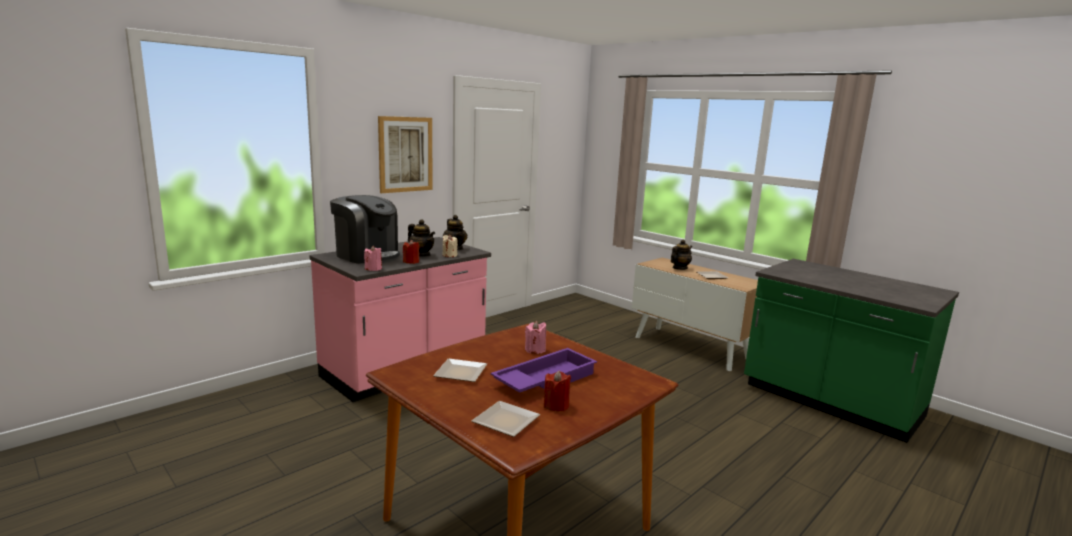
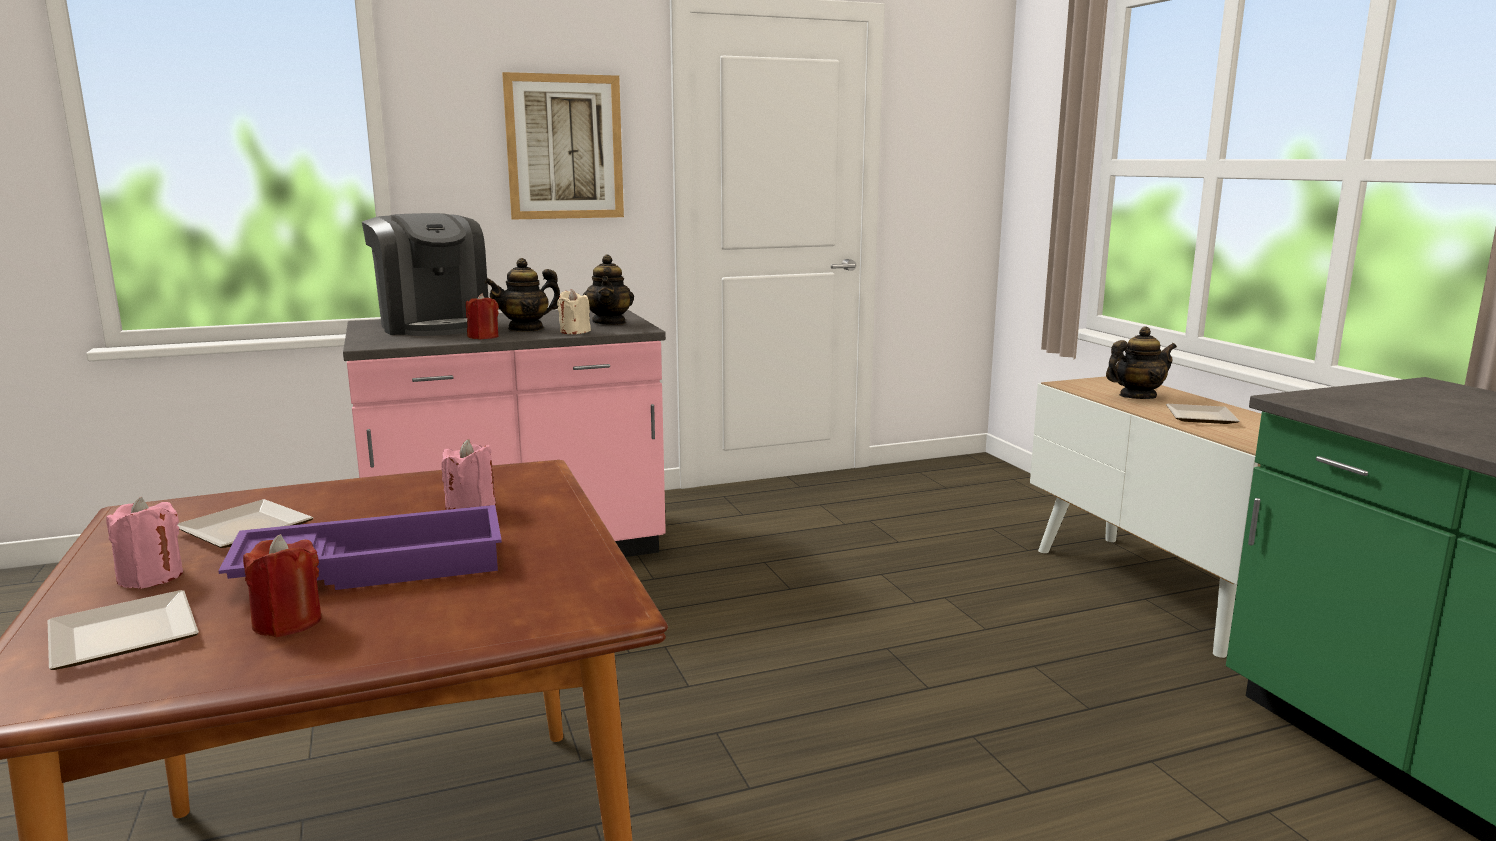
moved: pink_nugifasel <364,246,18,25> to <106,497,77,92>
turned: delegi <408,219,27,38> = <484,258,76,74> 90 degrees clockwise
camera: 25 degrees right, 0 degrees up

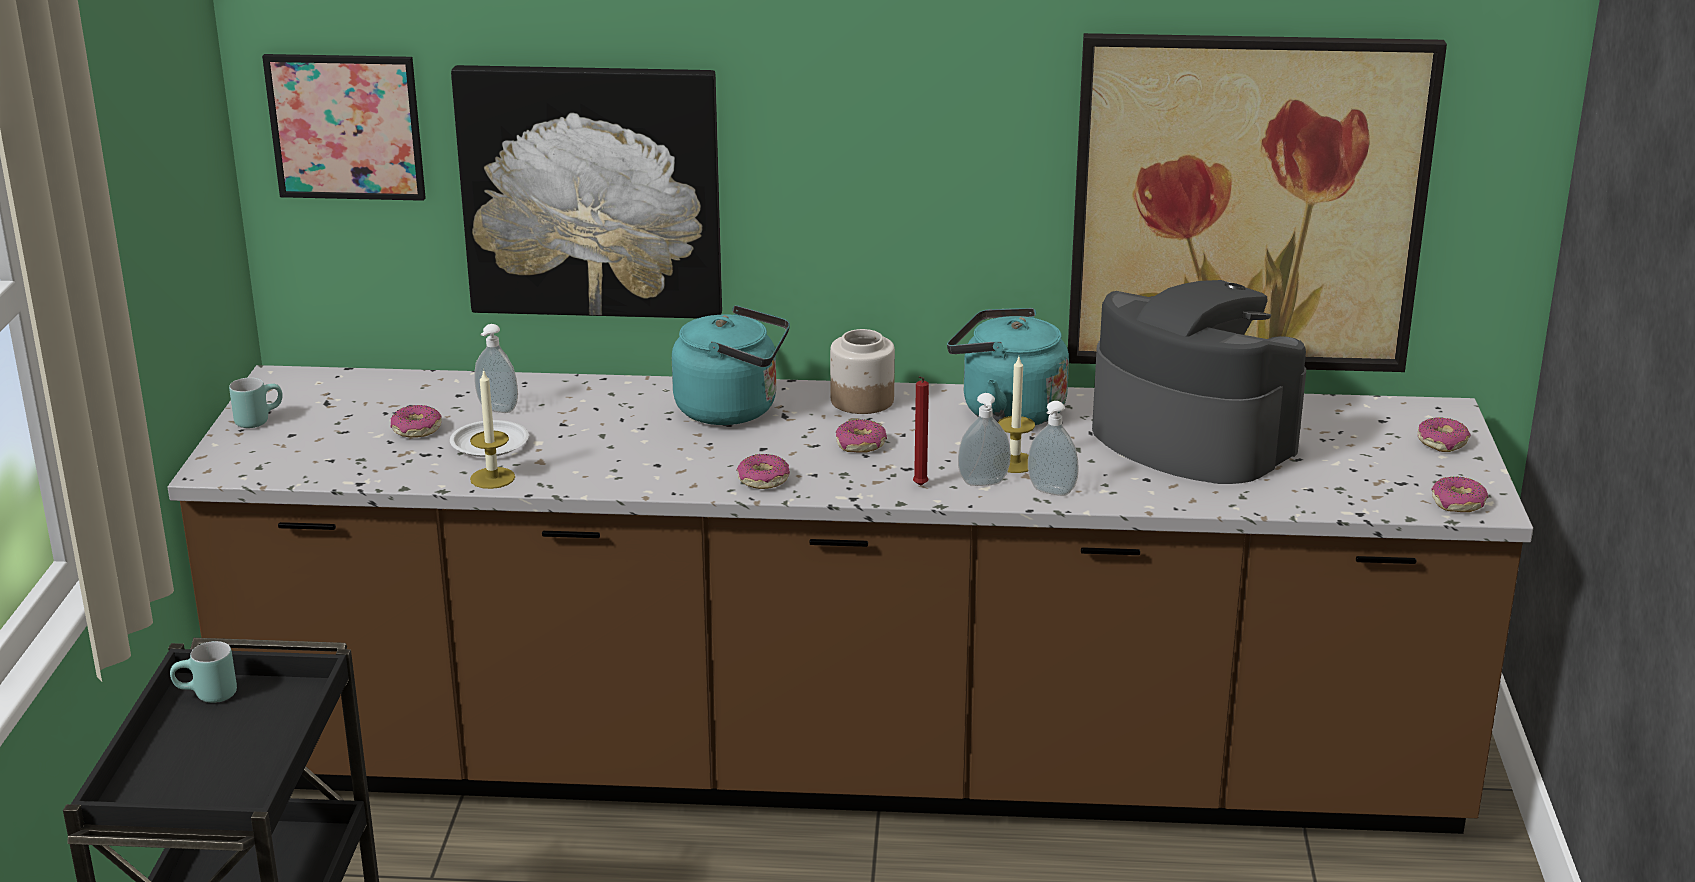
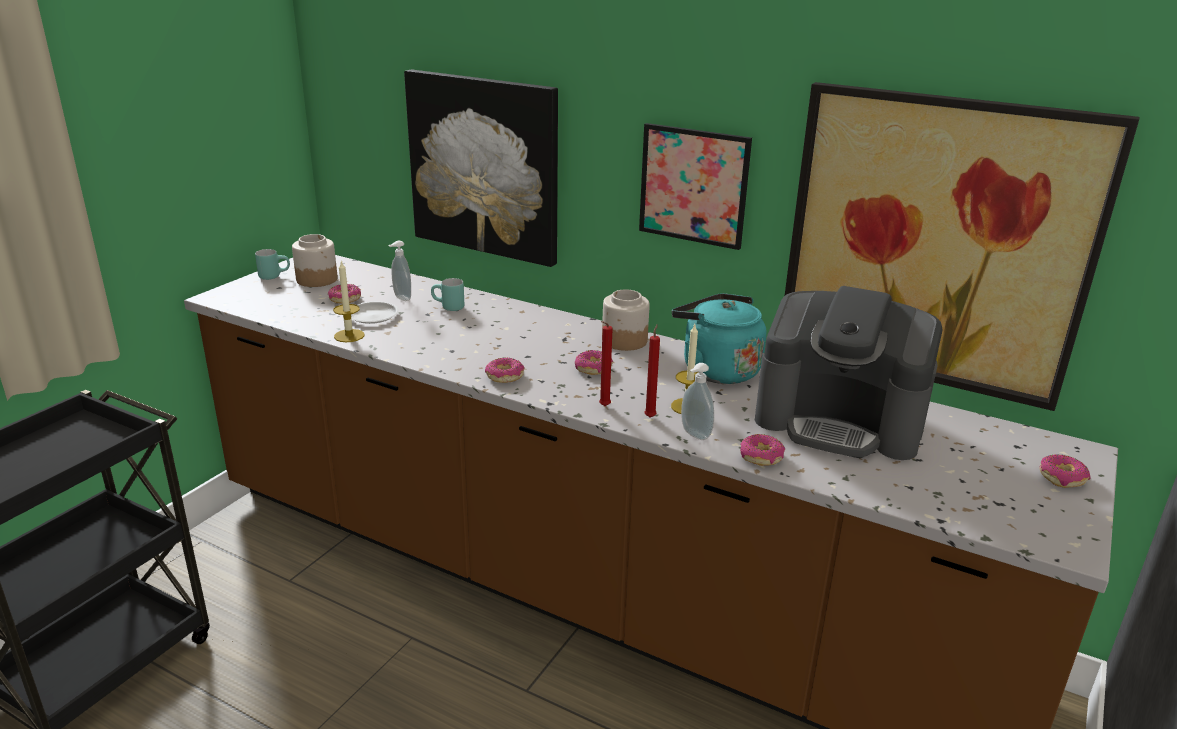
removed: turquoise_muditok <672,305,118,120>
added: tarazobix <292,234,46,53>
moved: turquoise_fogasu <170,641,67,62> to <431,278,33,33>; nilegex <262,54,164,147> to <639,123,113,127>; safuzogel <1431,476,57,36> to <740,434,45,32>
replaced: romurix <958,393,53,93> to red_nugifasel <644,324,16,94>
turned: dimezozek <1092,280,214,204> = <755,286,188,174> 135 degrees clockwise
camera: 25 degrees right, 0 degrees up

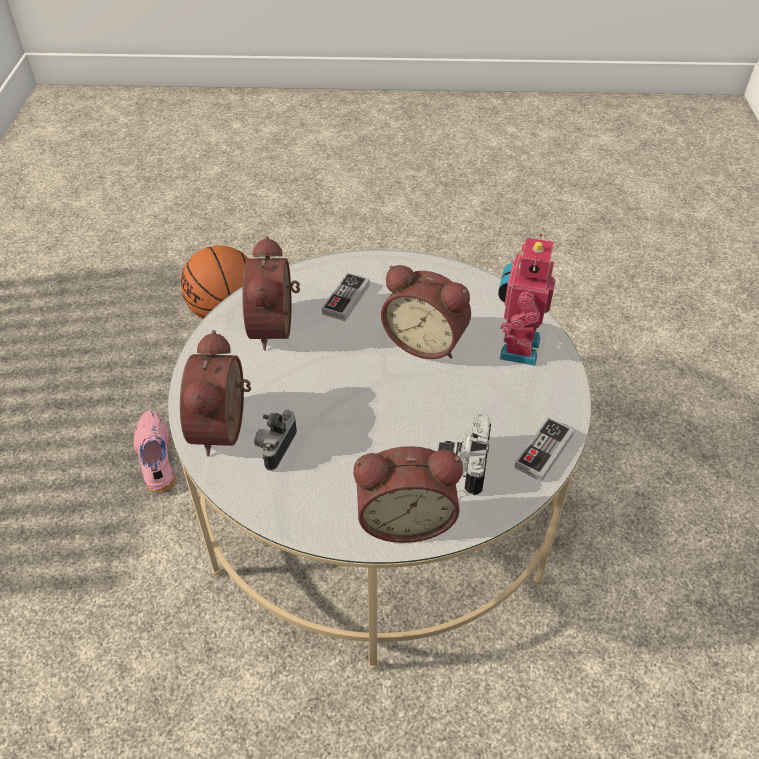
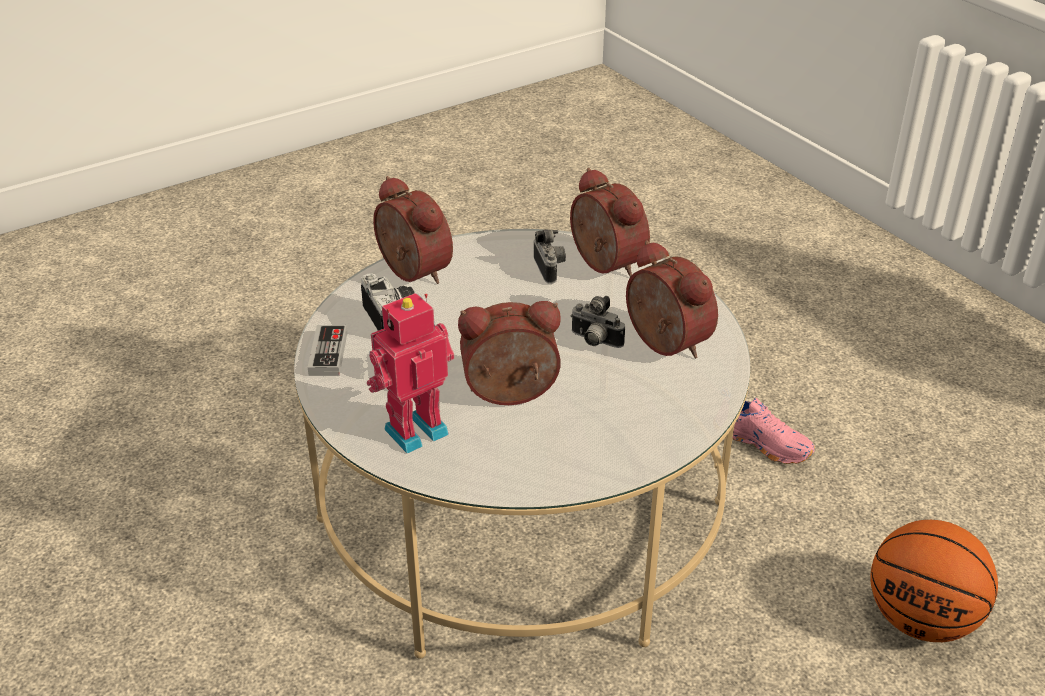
removed: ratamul <322,273,48,48>
added: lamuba <570,296,55,52>
turned: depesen <498,233,57,133> = <367,293,87,160> 105 degrees counterclockwise; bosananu <353,446,110,97> = <373,176,80,108> 90 degrees clockwise
camera: 145 degrees right, 10 degrees down

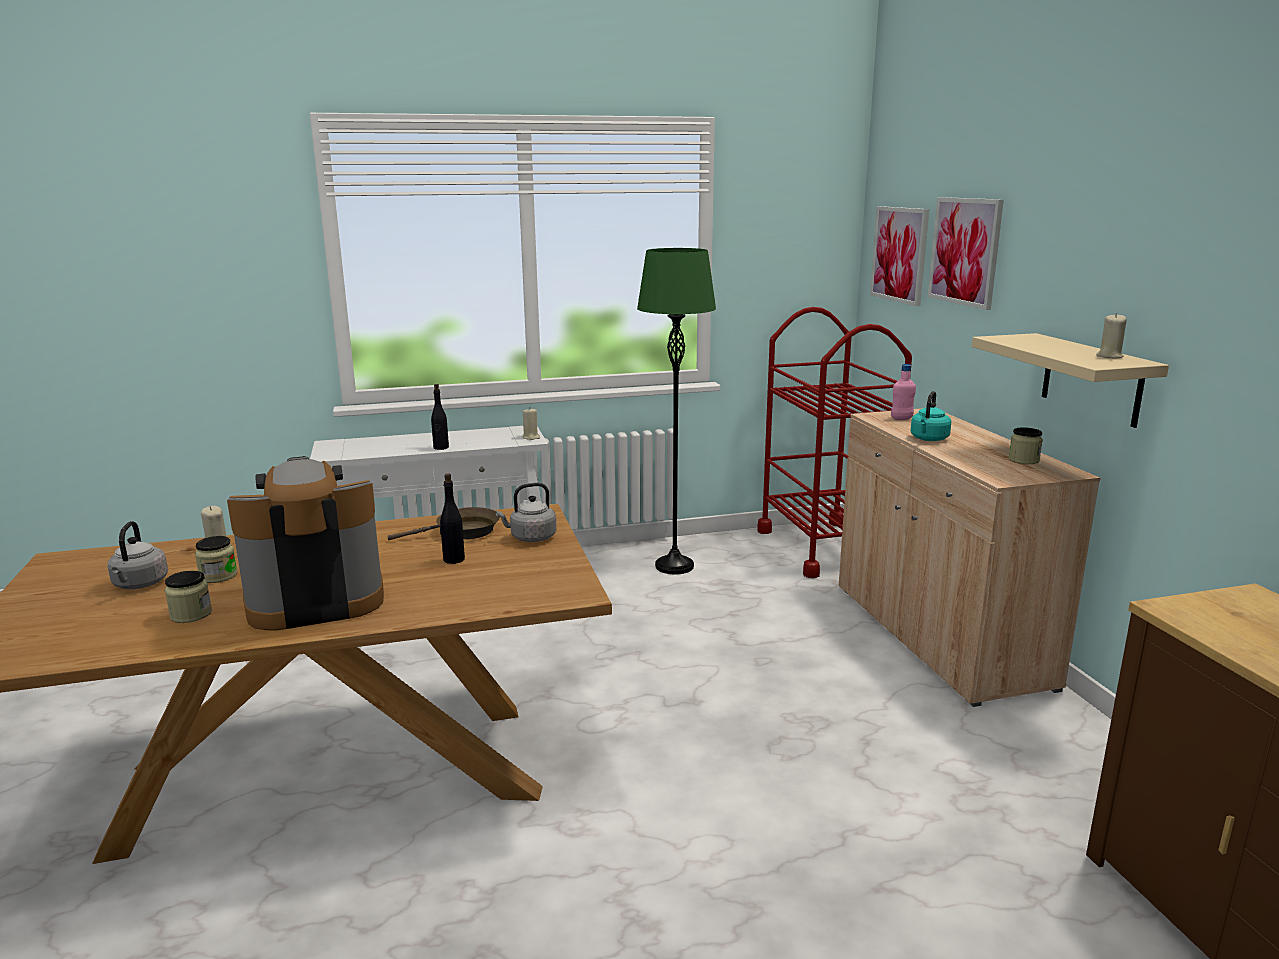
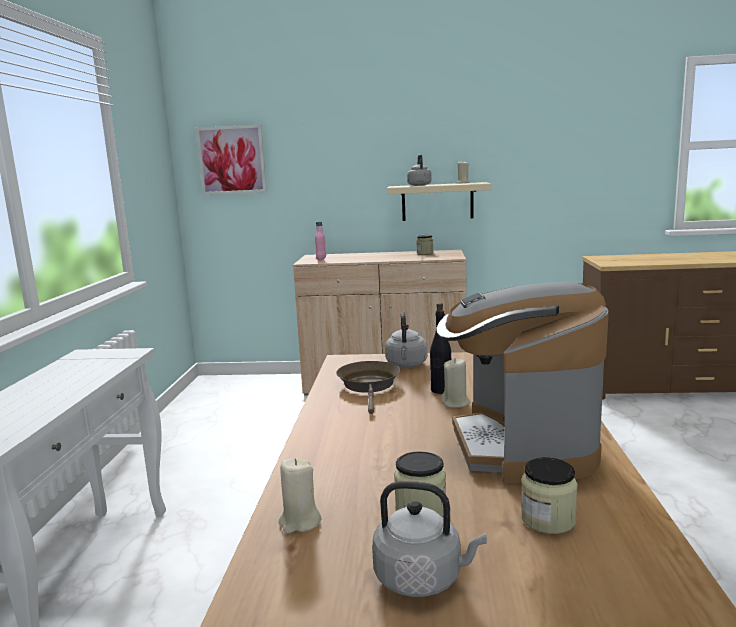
removed: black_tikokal <431,384,18,66>; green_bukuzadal <637,248,79,326>; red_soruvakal <757,307,155,271>; turquoise_muditok <911,391,40,50>; nilegex <928,197,76,113>
added: grey_muditok <407,154,25,32>
moved: beige_nugifasel <522,407,18,33> to <441,358,30,50>
camera: 70 degrees left, 5 degrees down

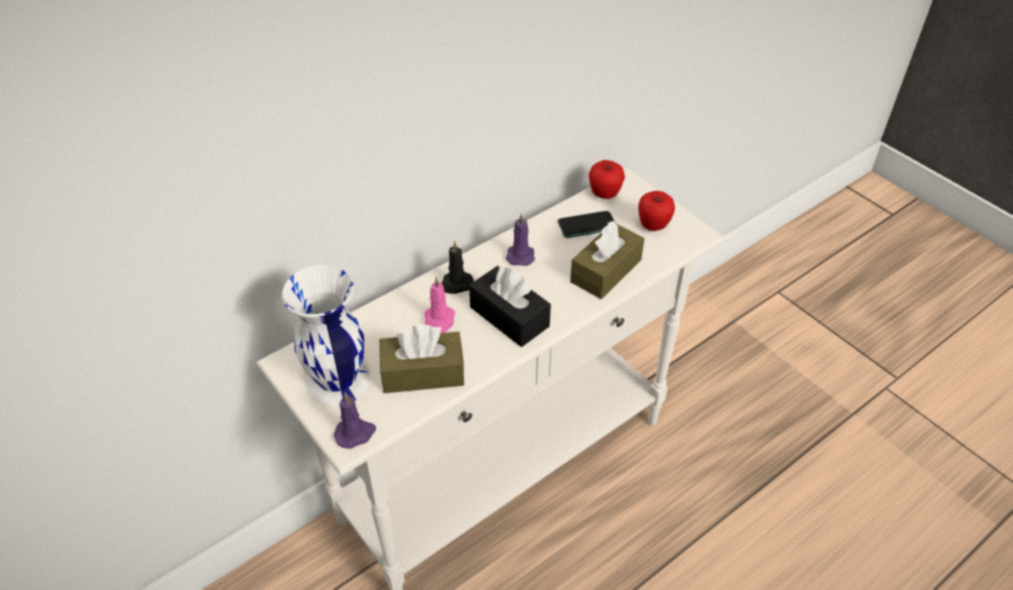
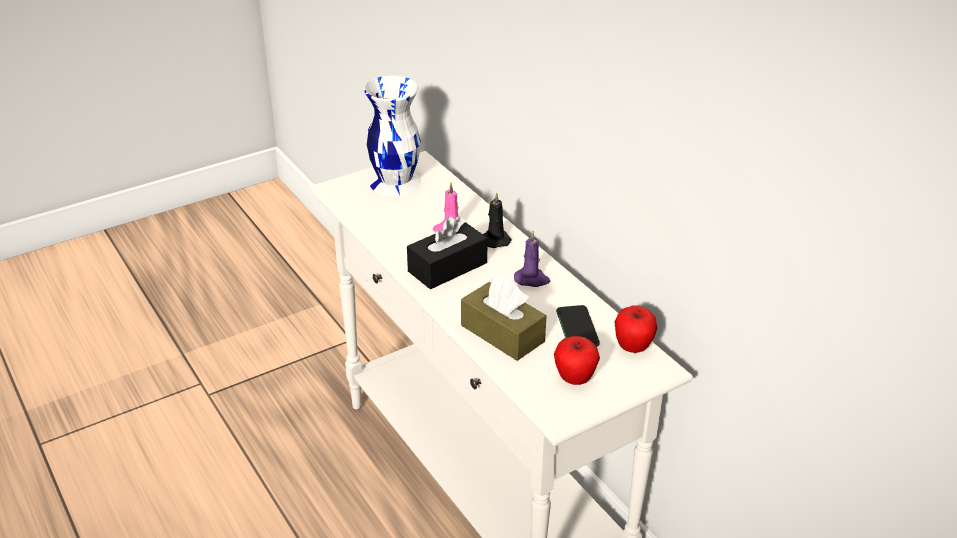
removed: purple_nugifasel <334,392,42,57>; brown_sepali <379,324,86,69>
camera: 95 degrees right, 10 degrees down

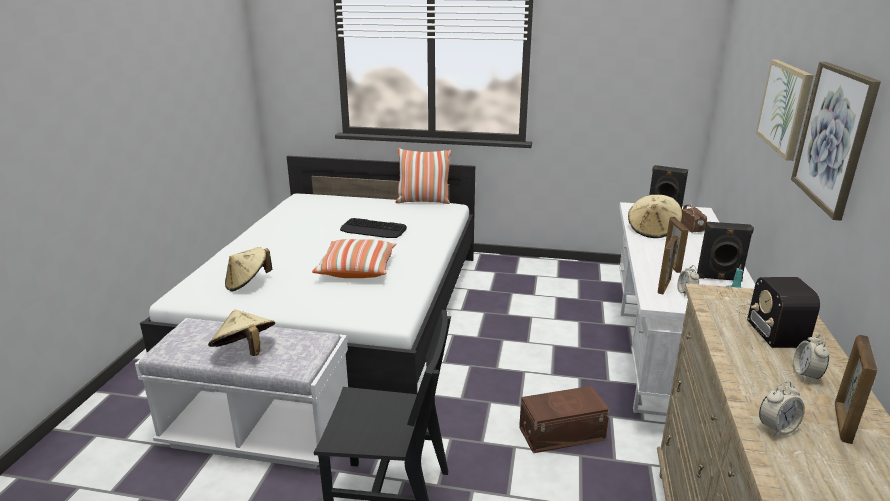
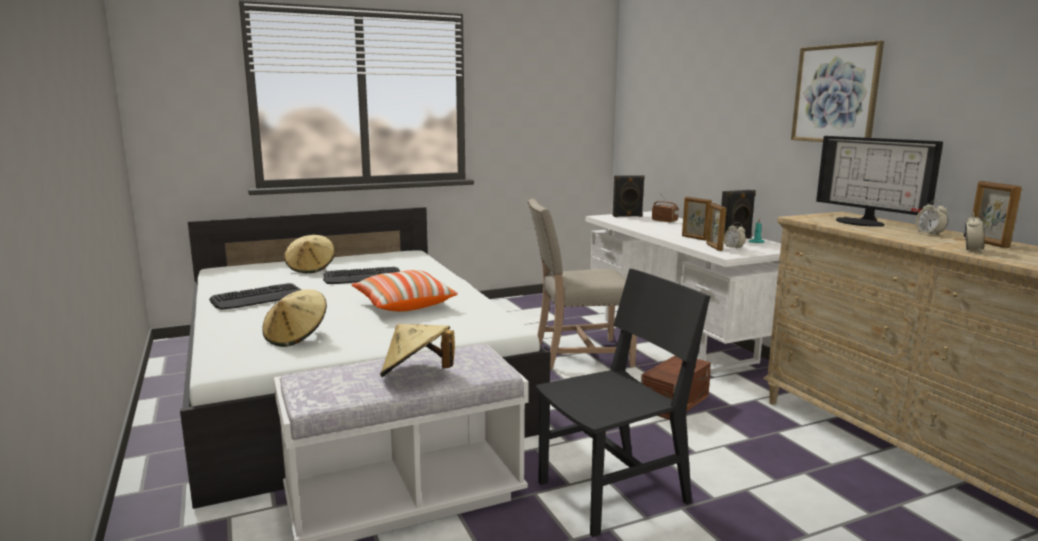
removed: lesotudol <395,148,56,56>; nilegex <756,59,58,102>
added: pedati <209,283,93,27>; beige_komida <528,199,109,170>
moved: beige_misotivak <628,195,54,43> to <284,235,51,38>
replaced: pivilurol <735,277,85,71> to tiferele <816,136,127,91>
camera: 35 degrees left, 10 degrees down

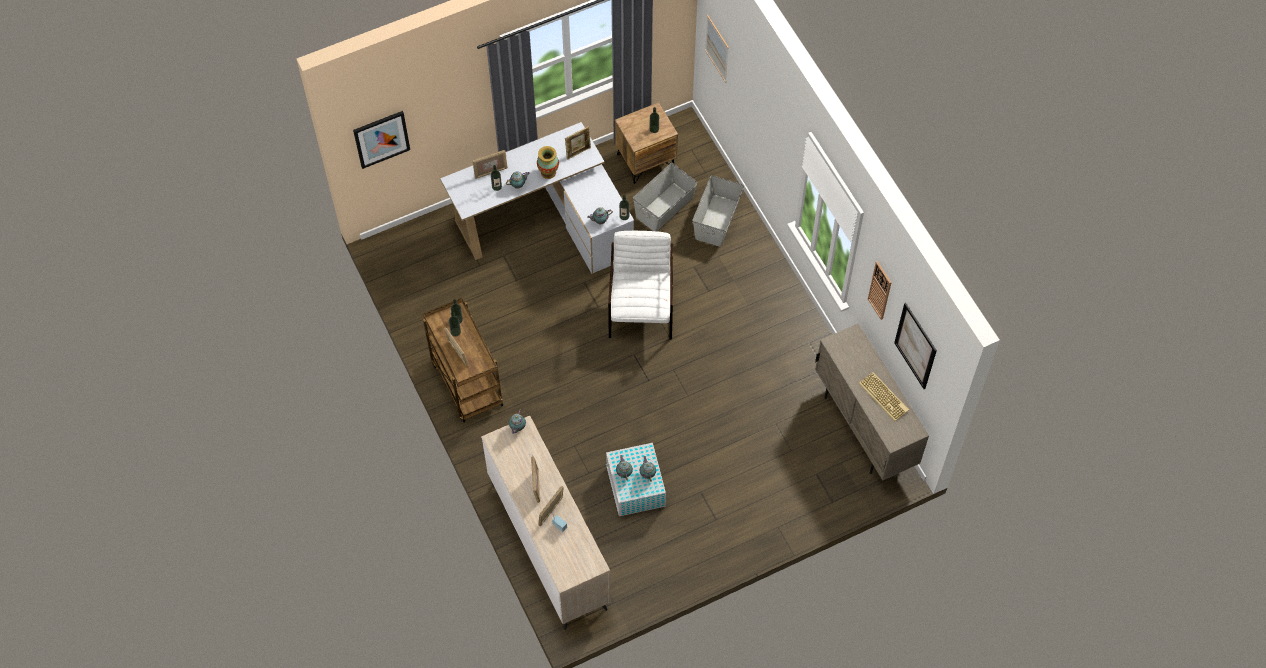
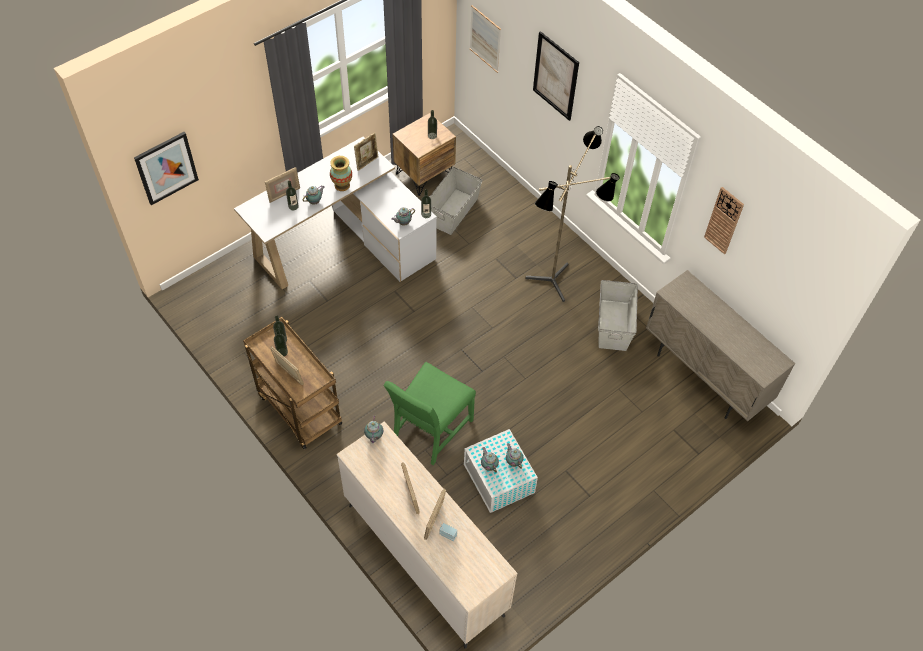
removed: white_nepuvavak <608,231,65,108>; pedati <859,372,50,49>
added: green_komida <384,362,92,103>; bukuzadal <525,126,95,176>
moved: nilegex <894,303,43,86> to <533,31,46,90>; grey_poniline <692,175,52,72> to <598,280,40,71>
camera: 15 degrees left, 5 degrees down

